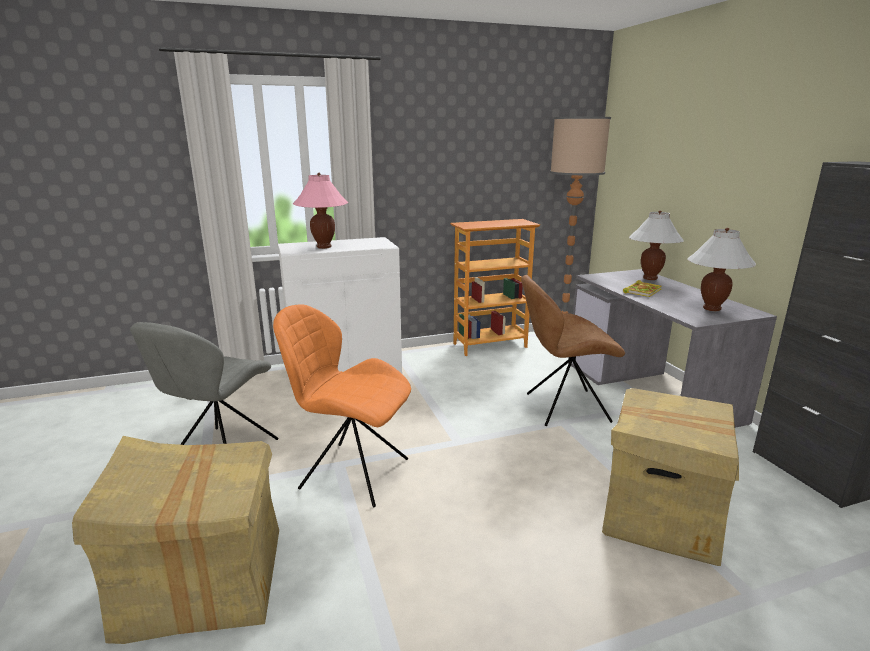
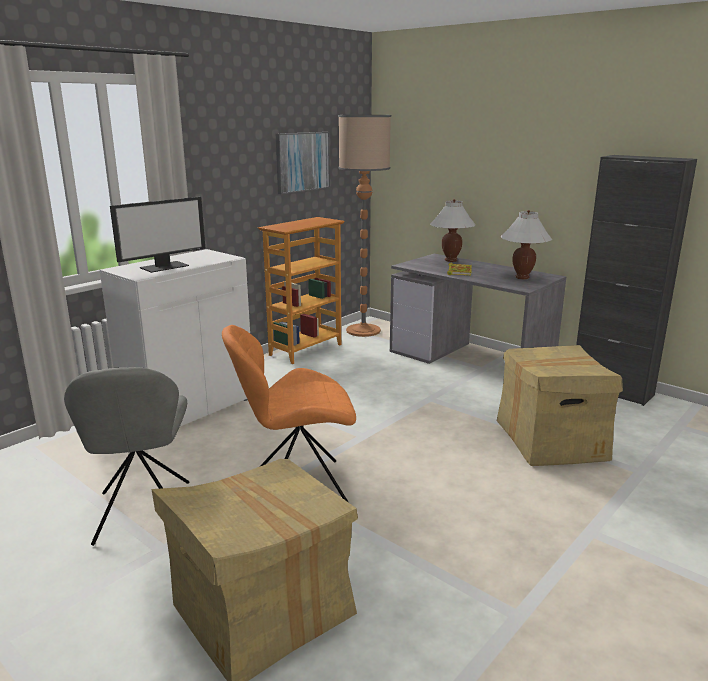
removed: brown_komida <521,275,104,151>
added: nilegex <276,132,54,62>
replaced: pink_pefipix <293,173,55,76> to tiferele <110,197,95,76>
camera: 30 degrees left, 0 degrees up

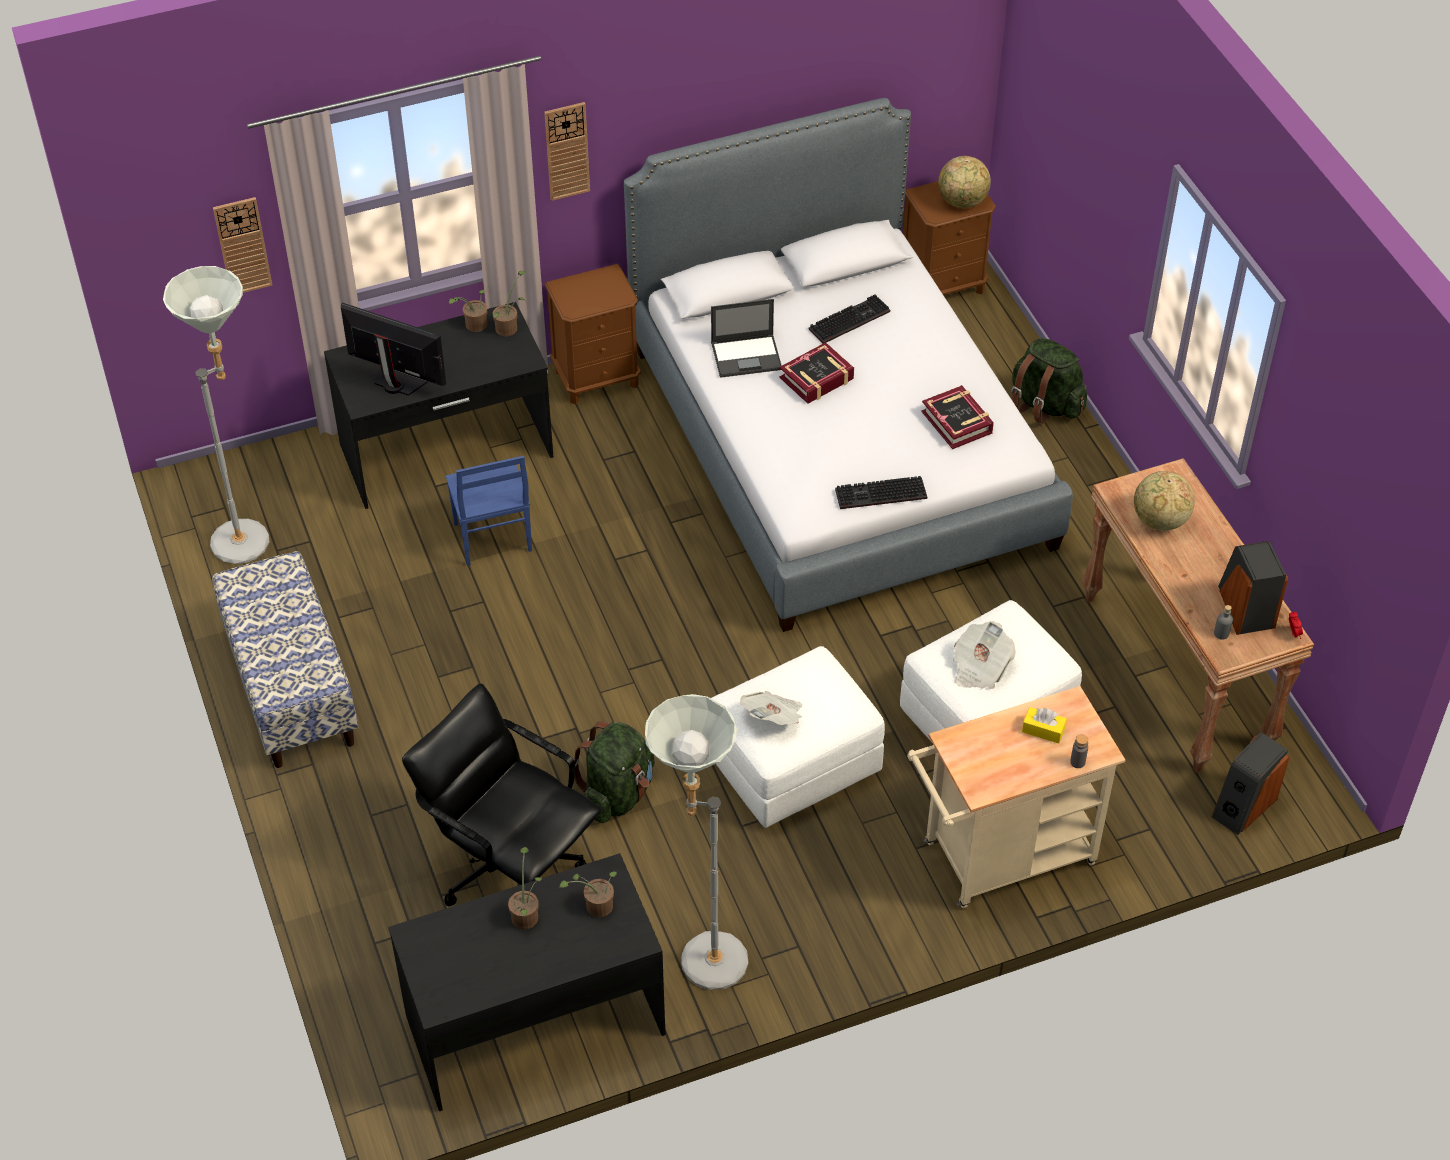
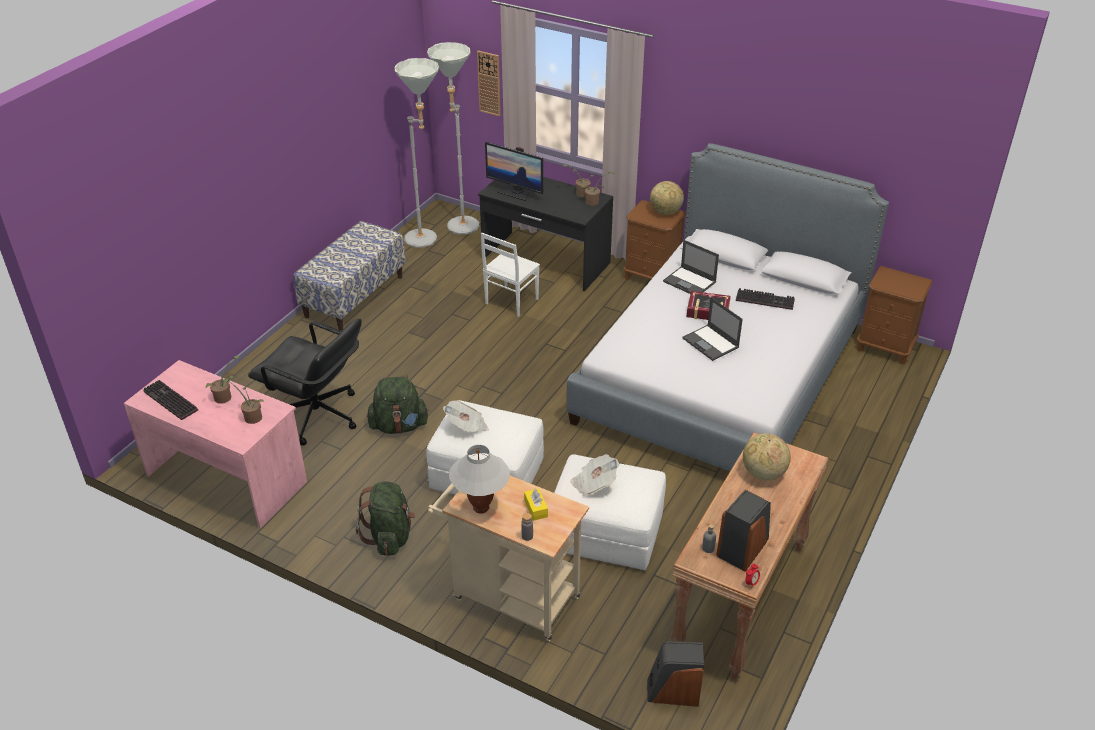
removed: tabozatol <544,102,46,99>; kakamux <921,385,73,64>
added: white_pefipix <449,445,61,69>; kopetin <683,297,60,64>
moved: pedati <835,476,92,33> to <143,380,55,40>; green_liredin <1011,338,76,86> to <356,481,59,75>; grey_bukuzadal <645,694,103,296> to <427,42,52,193>; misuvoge <938,156,53,52> to <650,181,34,34>
recoloured: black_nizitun <388,853,277,258> to pink_nizitun <124,360,183,168>; blue_komida <446,456,86,110> to white_komida <481,233,59,84>
turned: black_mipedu <402,683,199,223> = <248,319,114,126> 120 degrees clockwise; tiferele <341,303,105,93> = <485,142,58,59> 135 degrees clockwise
camera: 50 degrees right, 10 degrees down

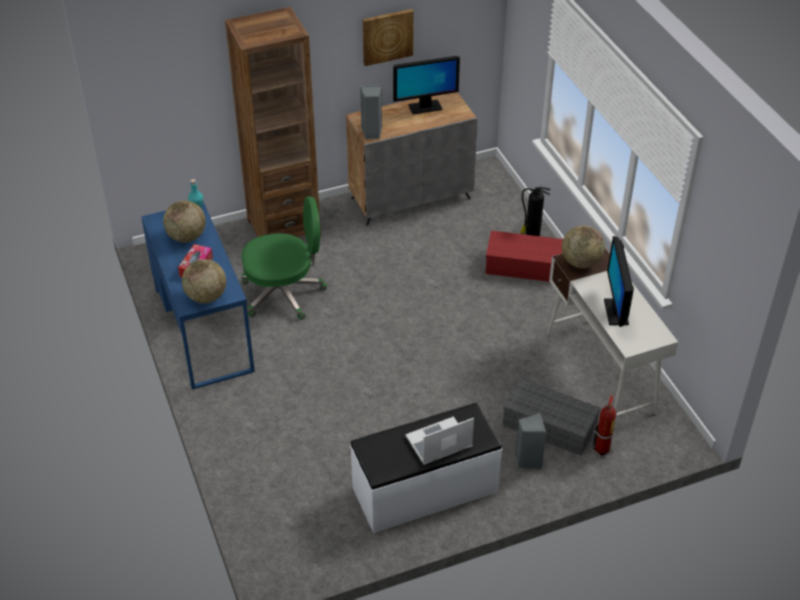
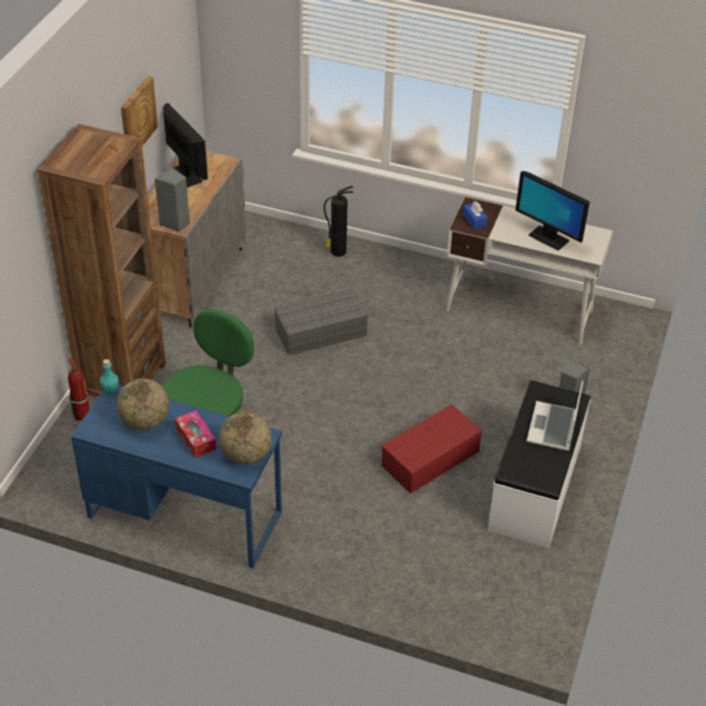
moved: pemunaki <591,395,25,64> to <68,358,22,65>; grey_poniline <503,378,98,78> to <274,289,94,66>; red_poniline <486,231,77,51> to <381,404,101,90>
replaced: misuvoge <562,225,43,44> to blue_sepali <463,201,25,28>
turned: tiferele <393,56,67,58> = <163,103,45,84> 60 degrees counterclockwise
camera: 50 degrees left, 0 degrees up

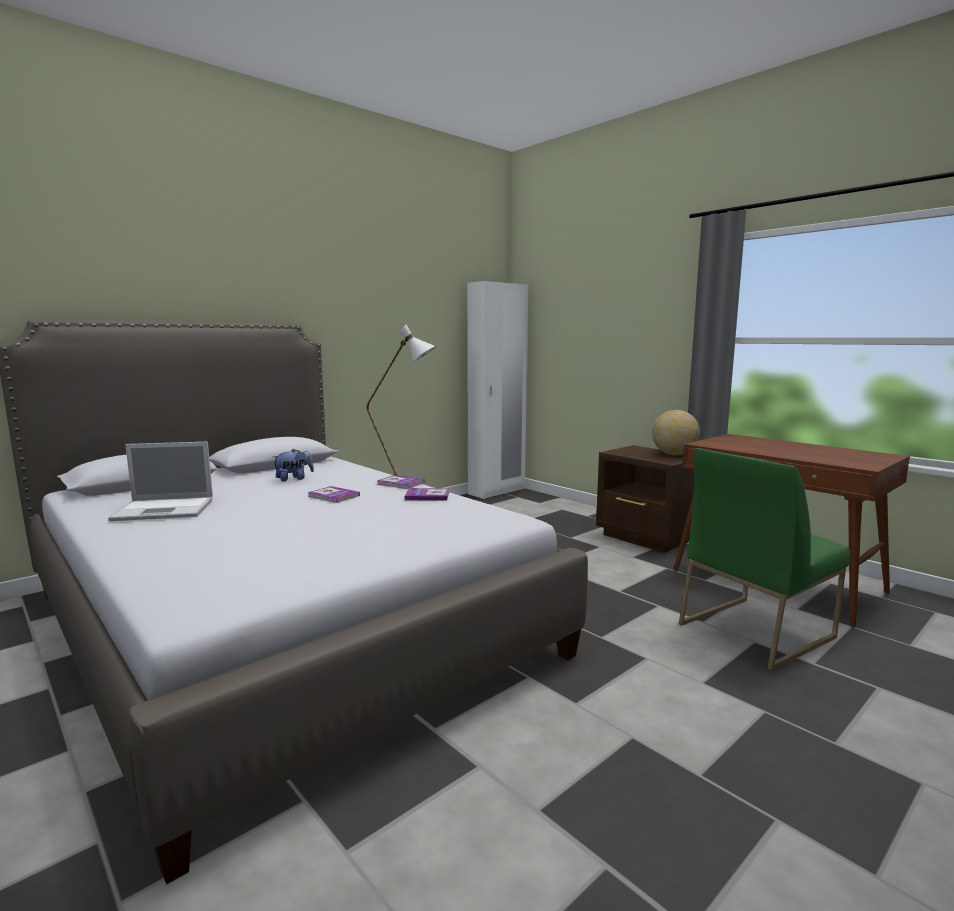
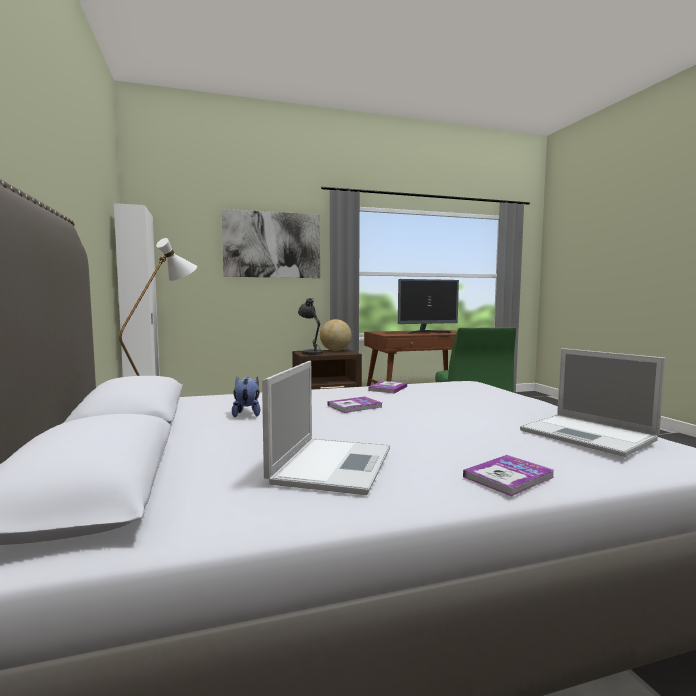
added: nilegex <222,209,98,69>; grey_pefipix <298,298,30,57>; tiferele <398,279,61,55>; kopetin <520,348,146,109>
moved: kakamux <377,475,48,14> to <463,455,91,41>
camera: 65 degrees left, 5 degrees down

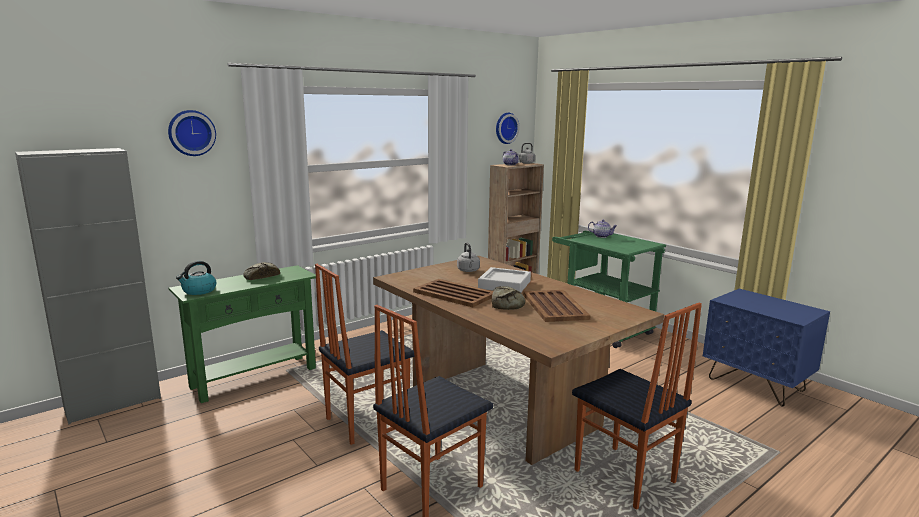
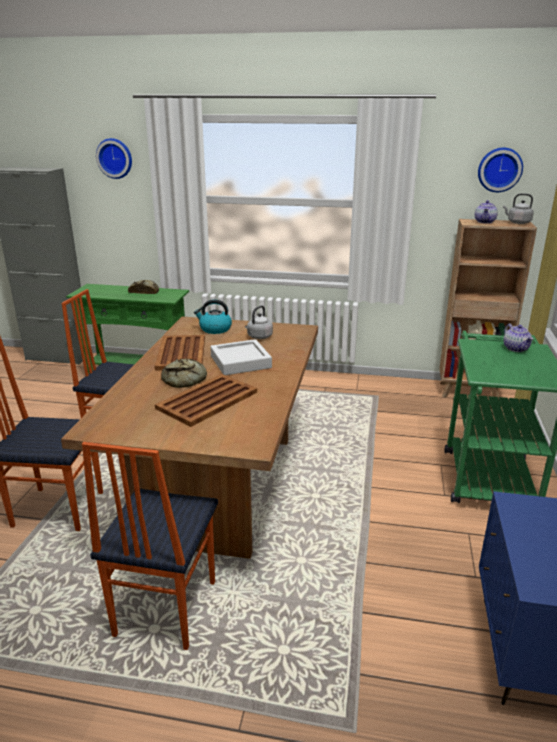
moved: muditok <176,261,41,34> to <194,300,38,34>
camera: 50 degrees right, 10 degrees up

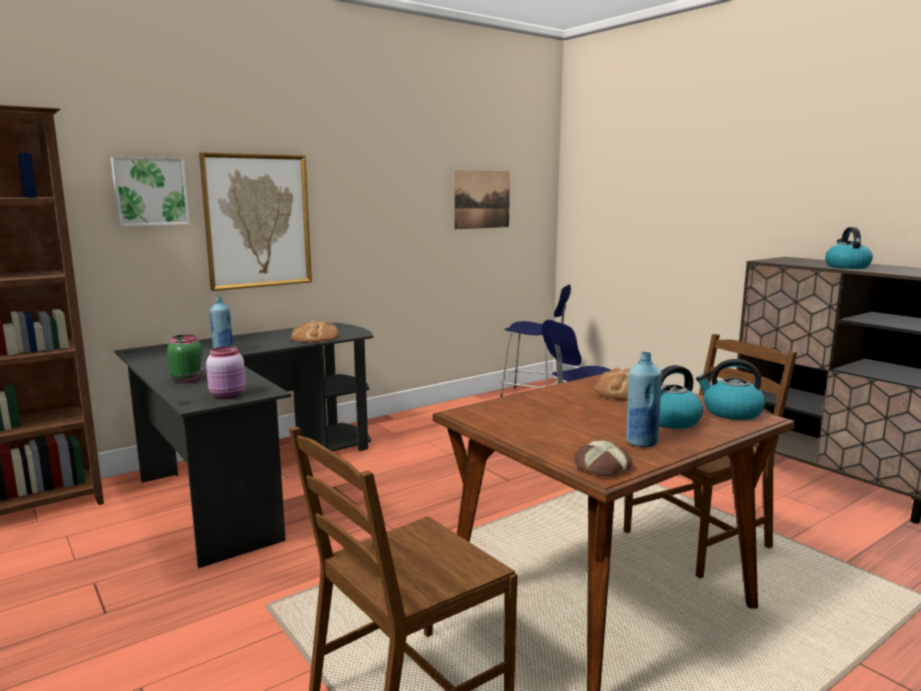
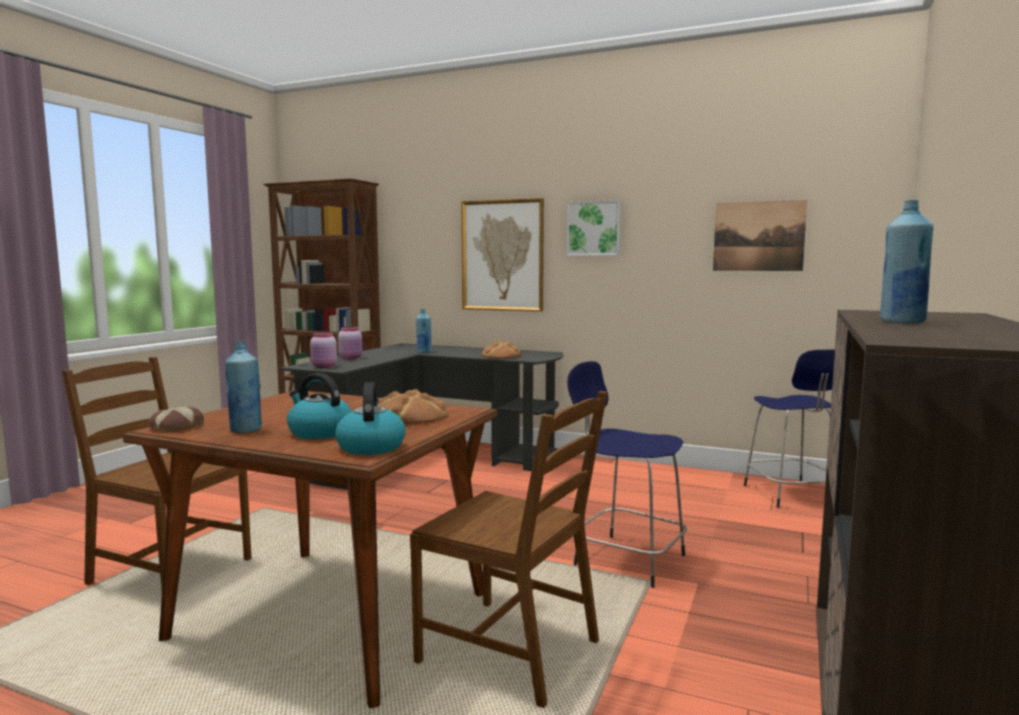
moved: nilegex <111,157,79,69> to <567,200,54,56>
replaced: muditok <825,227,48,42> to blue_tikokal <880,200,54,123>
recoloured: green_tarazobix <167,334,37,49> to pink_tarazobix <338,326,24,33>
camera: 60 degrees right, 5 degrees down

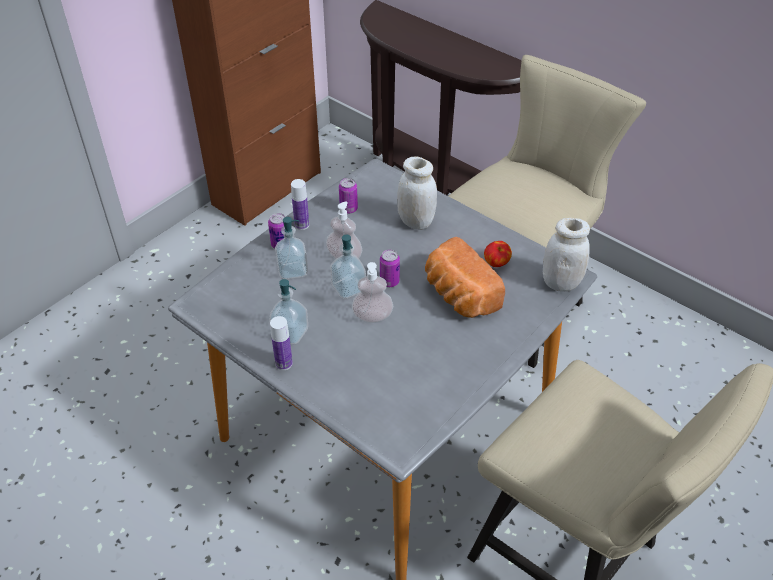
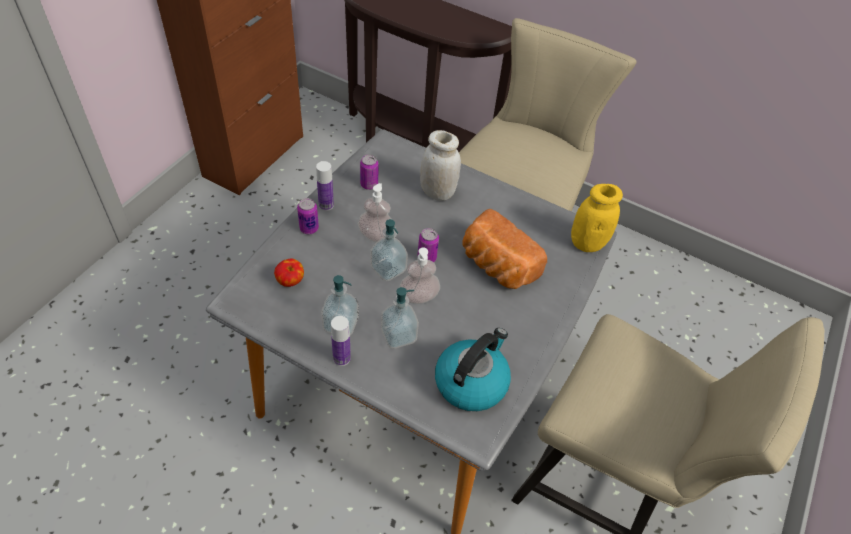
added: muditok <435,328,76,83>
moved: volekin <484,241,28,26> to <274,259,30,28>; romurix <275,217,33,62> to <381,287,38,62>
recoloured: white_tarazobix <543,218,47,74> to yellow_tarazobix <571,184,52,68>
camera: 15 degrees left, 5 degrees up

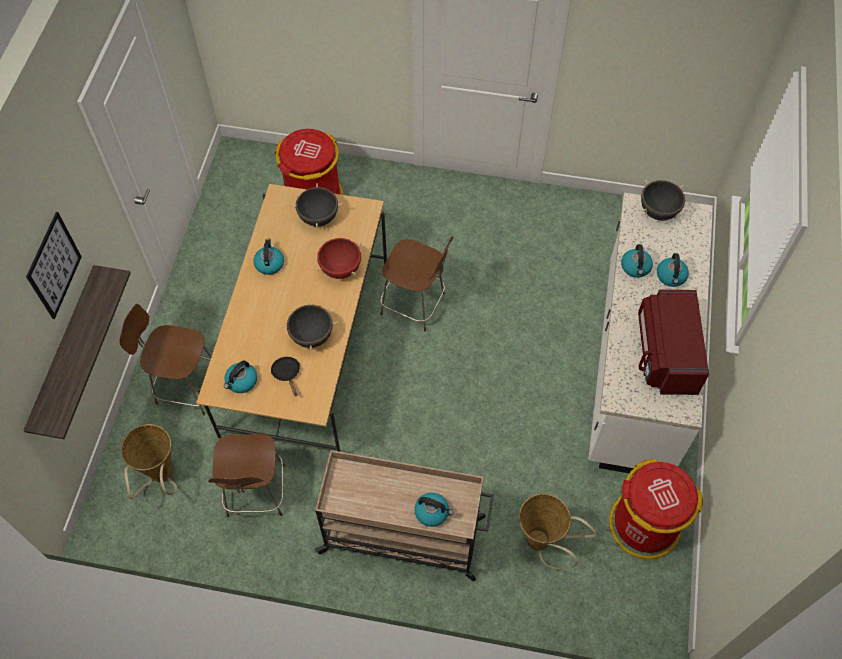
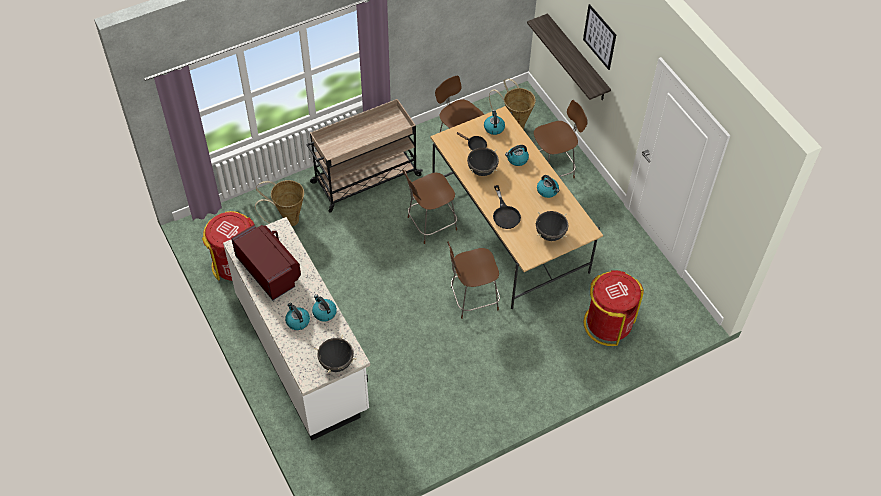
added: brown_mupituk <402,170,55,74>
moved: muditok <414,493,39,34> to <505,145,24,21>
replaced: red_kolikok <316,238,46,41> to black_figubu <493,185,28,44>
camera: 140 degrees right, 5 degrees down

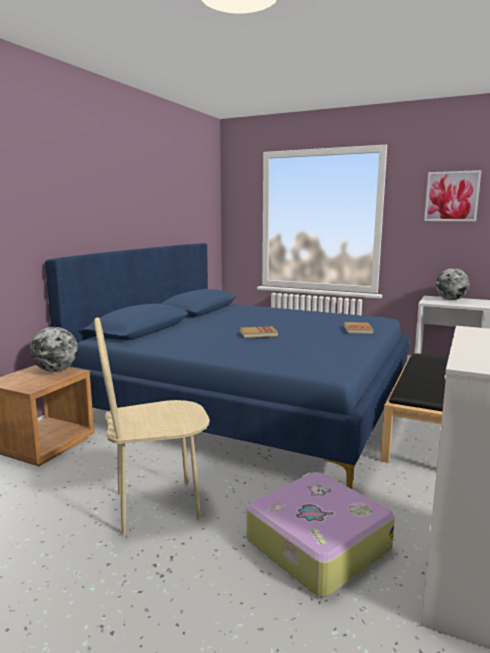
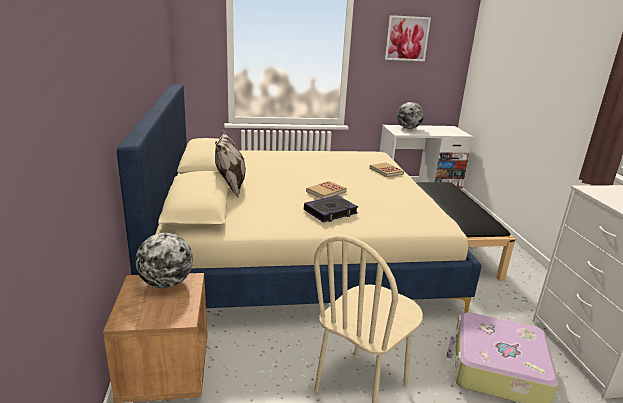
added: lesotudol <215,130,31,67>; kakamux <304,195,54,27>
recoloured: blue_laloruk <45,243,364,246> to beige_laloruk <117,84,365,229>
camera: 35 degrees left, 10 degrees up

